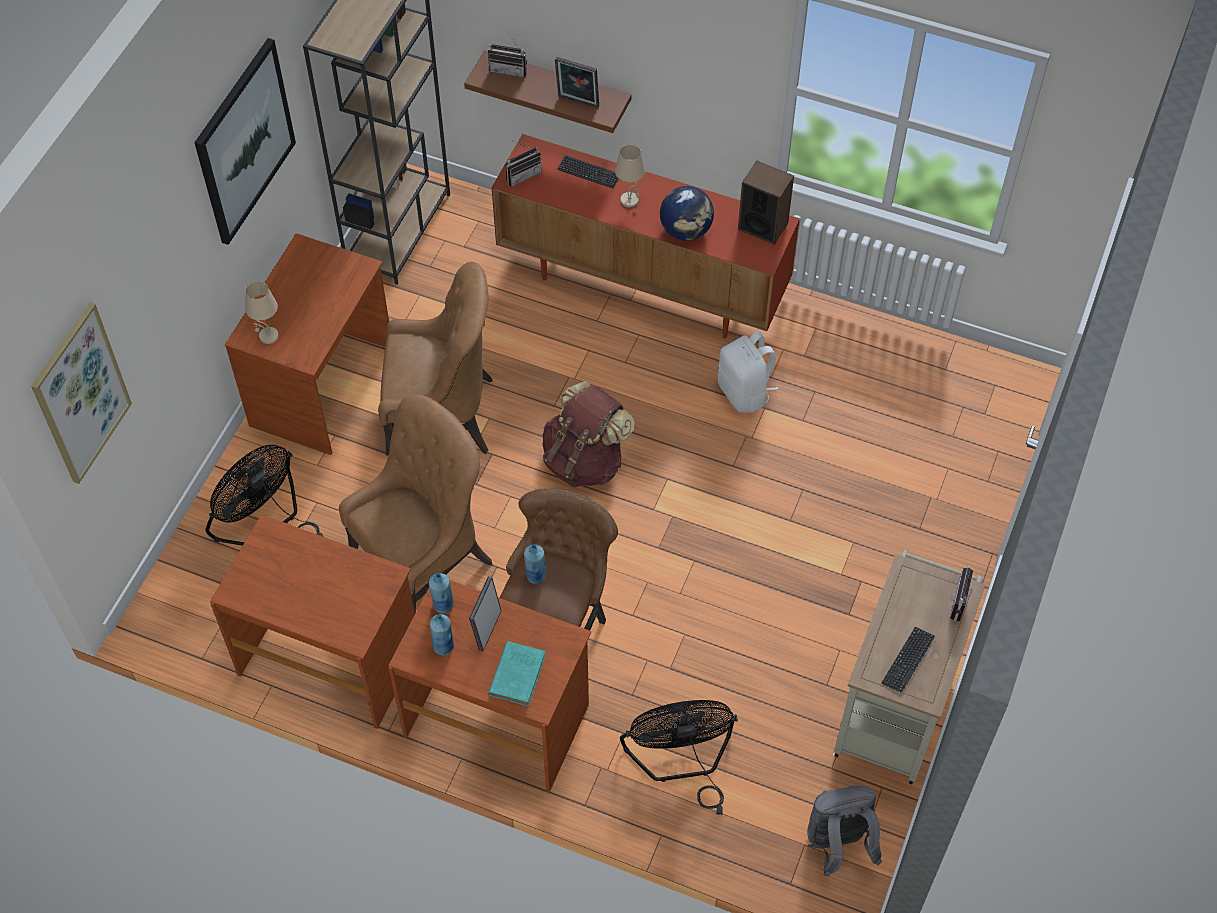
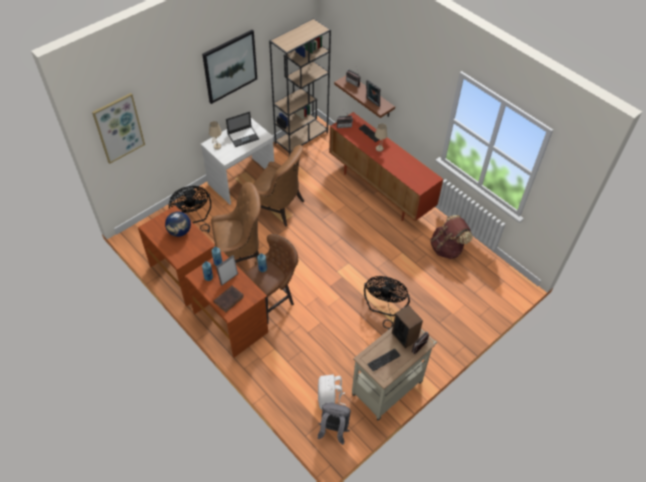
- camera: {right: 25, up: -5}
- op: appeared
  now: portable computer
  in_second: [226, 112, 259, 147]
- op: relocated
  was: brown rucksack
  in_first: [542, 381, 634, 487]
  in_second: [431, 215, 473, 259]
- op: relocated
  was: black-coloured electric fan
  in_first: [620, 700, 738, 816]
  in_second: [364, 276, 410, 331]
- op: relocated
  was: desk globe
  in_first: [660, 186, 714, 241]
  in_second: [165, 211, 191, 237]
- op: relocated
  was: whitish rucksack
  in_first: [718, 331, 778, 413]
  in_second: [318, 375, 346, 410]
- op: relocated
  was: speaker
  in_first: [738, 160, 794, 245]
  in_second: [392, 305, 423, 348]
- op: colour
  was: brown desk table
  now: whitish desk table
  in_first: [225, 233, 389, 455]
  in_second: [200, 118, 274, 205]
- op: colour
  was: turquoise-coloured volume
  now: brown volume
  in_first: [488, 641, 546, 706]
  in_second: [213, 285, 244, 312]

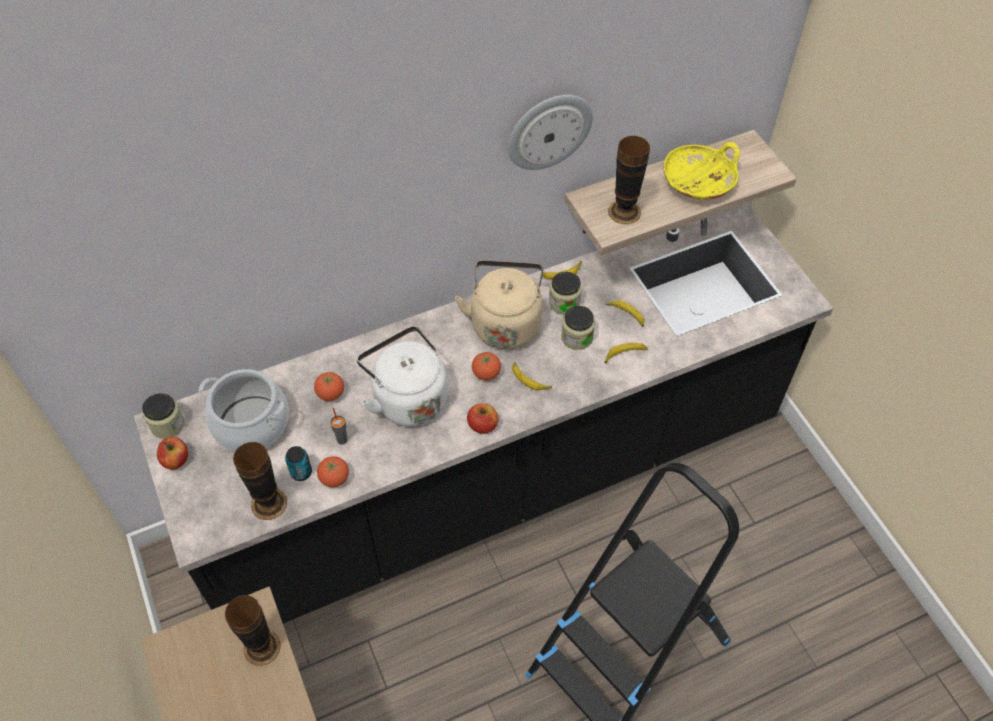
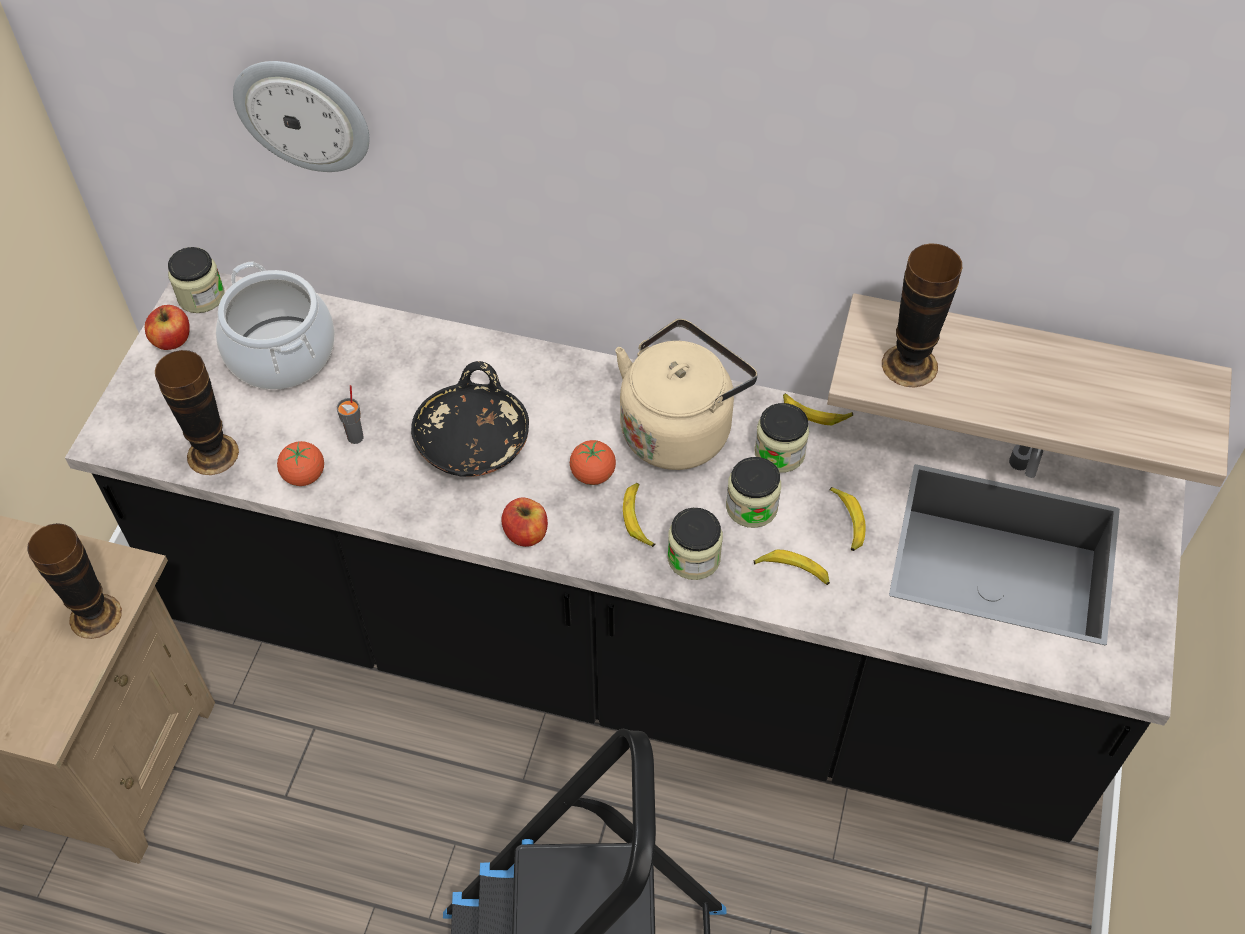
- camera: {right: 40, up: 0}
- op: missing
  was: sealed can
  in_first: [285, 446, 312, 481]
- op: missing
  was: whole tomato
  in_first: [314, 372, 344, 401]
- op: missing
  was: yellow-coloured deep dish
  in_first: [664, 142, 740, 200]
- op: appeared
  now: preserve jar
  in_second: [667, 508, 723, 580]
- op: relocated
  was: hanging clock
  in_first: [508, 95, 593, 170]
  in_second: [233, 61, 369, 172]
- op: exchanged
  was: whitish tea kettle
  now: black-coloured deep dish
  in_first: [357, 326, 448, 426]
  in_second: [411, 361, 529, 477]

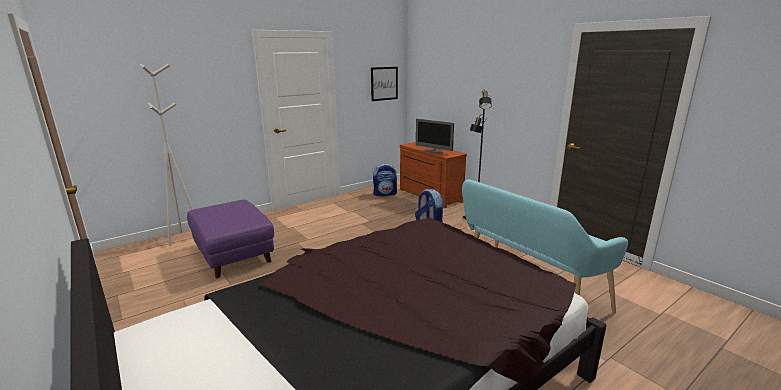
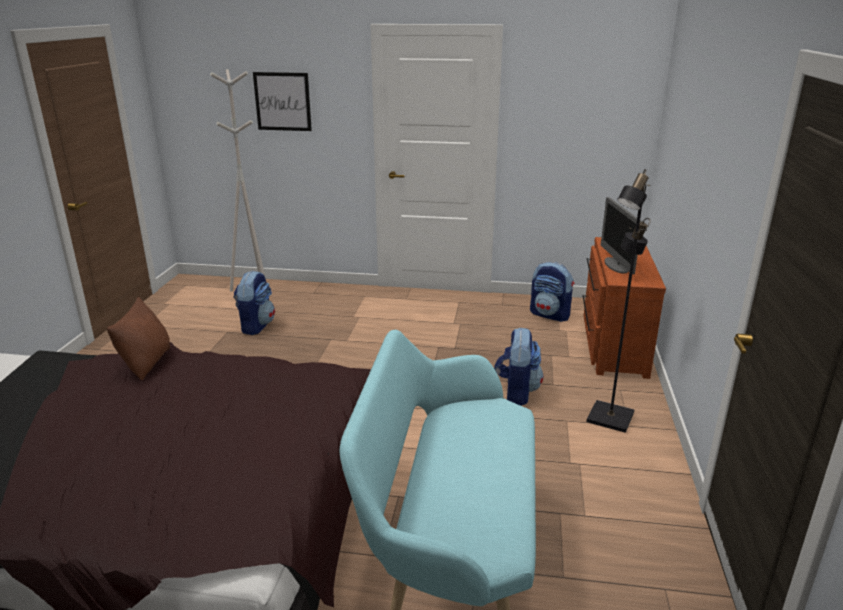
- camera: {right: 45, up: 5}
- op: appeared
  now: brown cushion
  in_second: [107, 297, 170, 380]
- op: relocated
  was: wall picture
  in_first: [371, 67, 398, 101]
  in_second: [253, 72, 312, 131]
- op: exchanged
  was: purplish pouffe
  now: rucksack
  in_first: [187, 199, 274, 278]
  in_second: [234, 271, 275, 335]

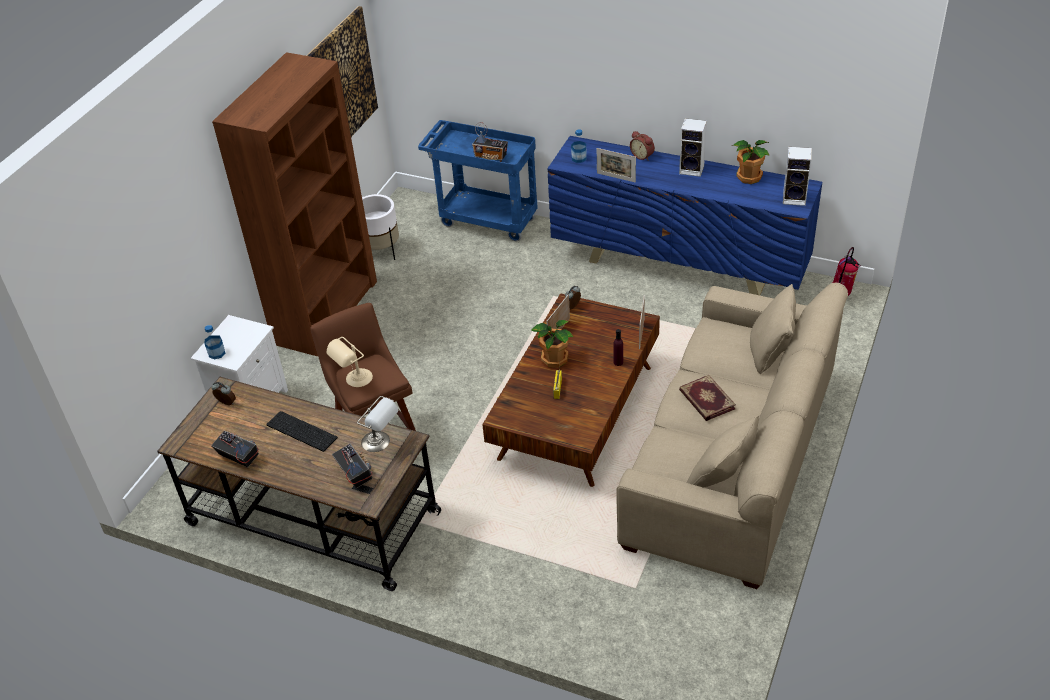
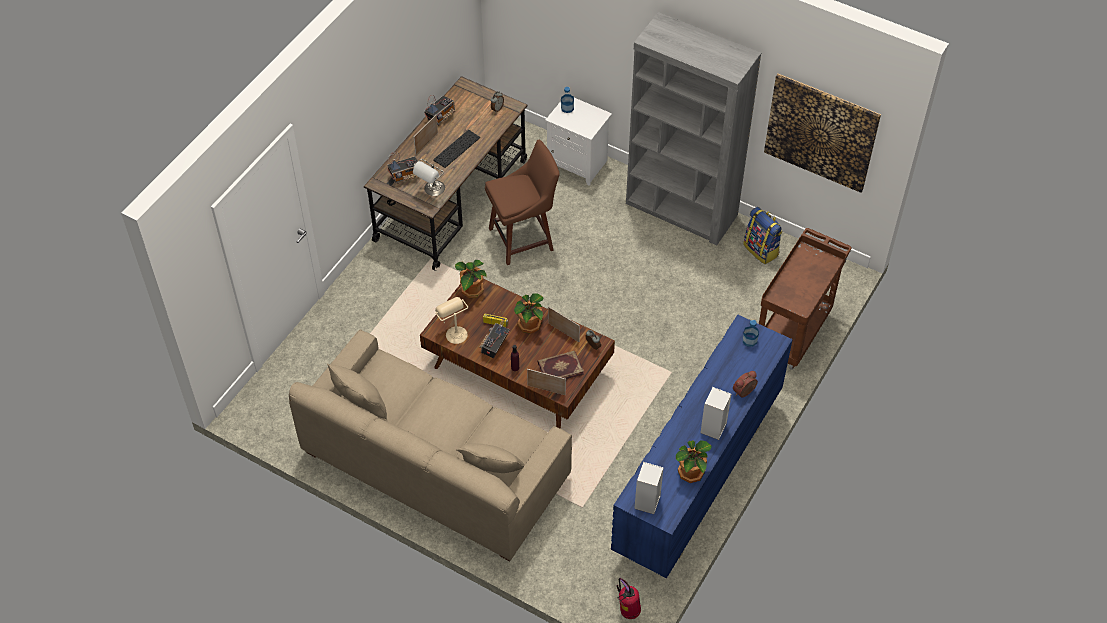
- camera: {right: 95, up: 10}
- op: appeared
  now: potted plant
  in_second: [455, 260, 486, 298]
- op: relocated
  was: beige table lamp
  in_first: [327, 337, 373, 387]
  in_second: [435, 297, 468, 344]
- op: relocated
  was: radio
  in_first: [472, 122, 508, 162]
  in_second: [480, 318, 510, 358]
- op: relocated
  was: photo frame
  in_first: [597, 148, 636, 182]
  in_second: [414, 115, 438, 155]
- op: relocated
  was: volume
  in_first: [679, 375, 736, 421]
  in_second: [538, 351, 584, 379]
- op: exchanged
  was: whitish planter
  now: rucksack
  in_first: [362, 194, 399, 260]
  in_second: [743, 207, 782, 264]
- op: colour
  was: brown bookcase
  now: greyish bookcase
  in_first: [212, 52, 377, 356]
  in_second: [626, 12, 761, 245]
- op: colour
  was: bluish cart
  now: brown cart
  in_first: [418, 120, 538, 241]
  in_second: [759, 228, 851, 370]

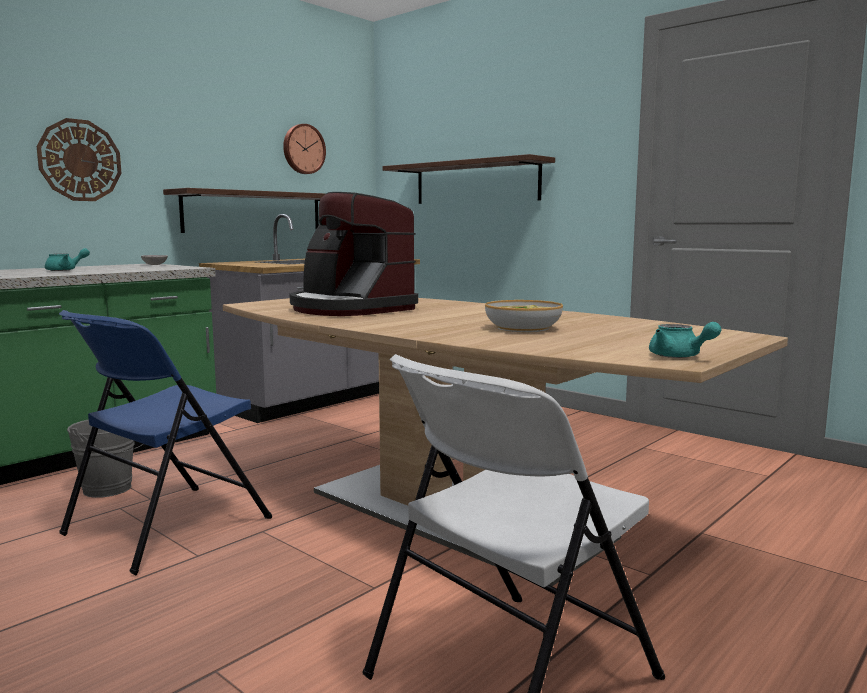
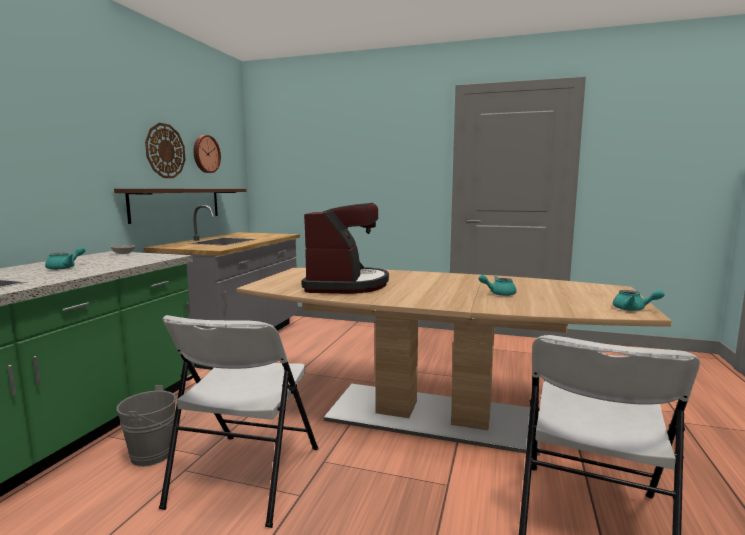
- camera: {right: -25, up: 0}
- op: missing
  was: wall shelf
  in_first: [383, 154, 555, 204]
- op: relocated
  was: hanging clock
  in_first: [37, 118, 122, 201]
  in_second: [145, 123, 185, 178]
- op: exchanged
  was: deep dish
  now: turquoise-coloured pot for tea
  in_first: [485, 300, 563, 332]
  in_second: [478, 275, 516, 296]
- op: colour
  was: bluish upright chair
  now: whitish upright chair
  in_first: [59, 310, 272, 575]
  in_second: [159, 315, 319, 528]
- op: spun
  was: coffee machine
  in_first: [289, 192, 418, 316]
  in_second: [301, 203, 389, 294]
  clockwise: -105

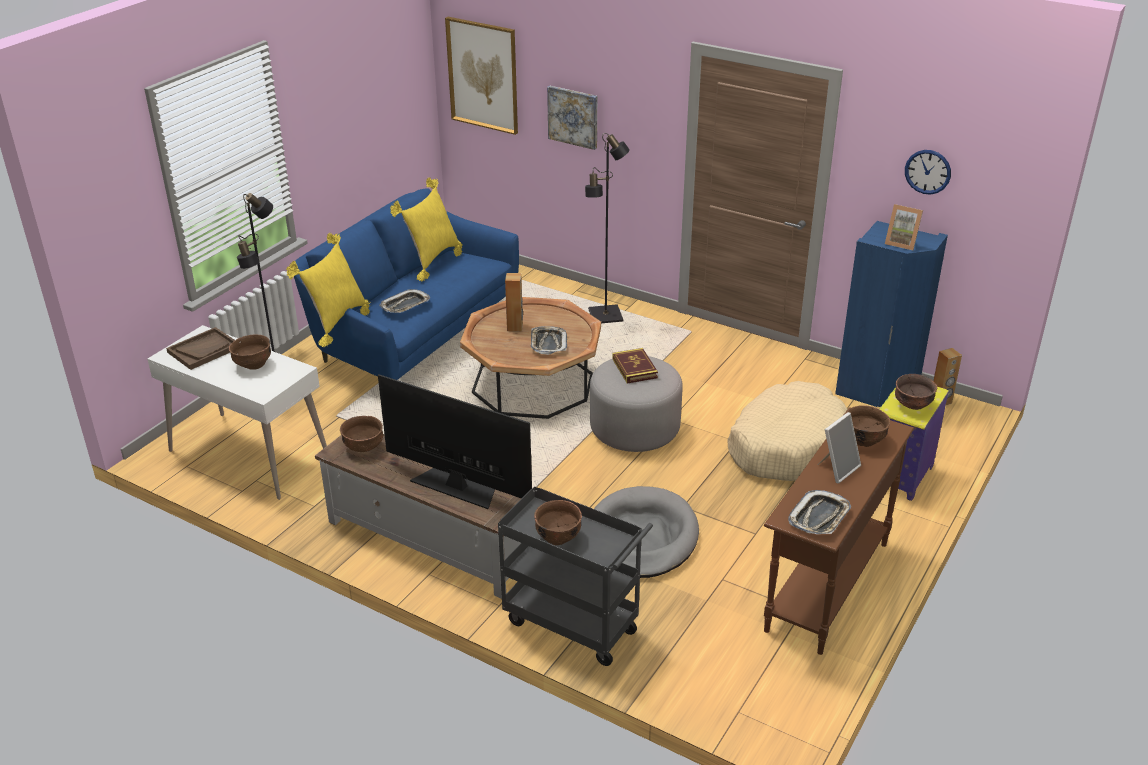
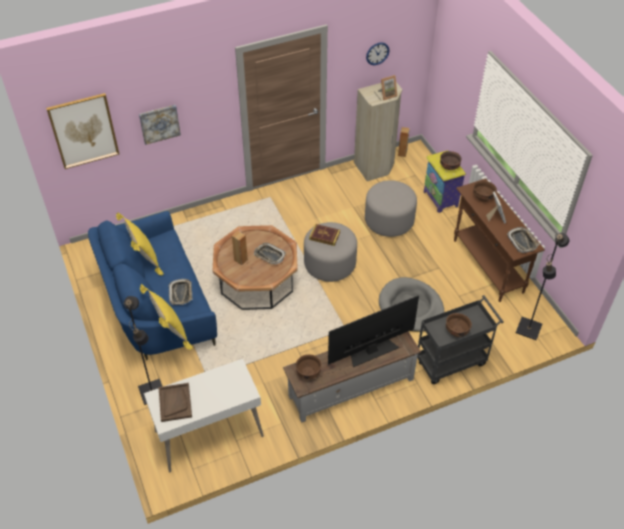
- camera: {right: -55, up: 15}
- op: missing
  was: brown deep dish
  in_first: [229, 335, 271, 370]
- op: relocated
  was: black-coloured standing lamp
  in_first: [585, 133, 630, 323]
  in_second: [516, 233, 569, 340]
- op: exchanged
  was: beige dog cushion
  now: greyish pouffe
  in_first: [727, 381, 847, 481]
  in_second: [365, 180, 417, 237]
- op: colour
  was: bluish cupboard
  now: beige cupboard
  in_first: [835, 221, 948, 407]
  in_second: [354, 82, 403, 181]

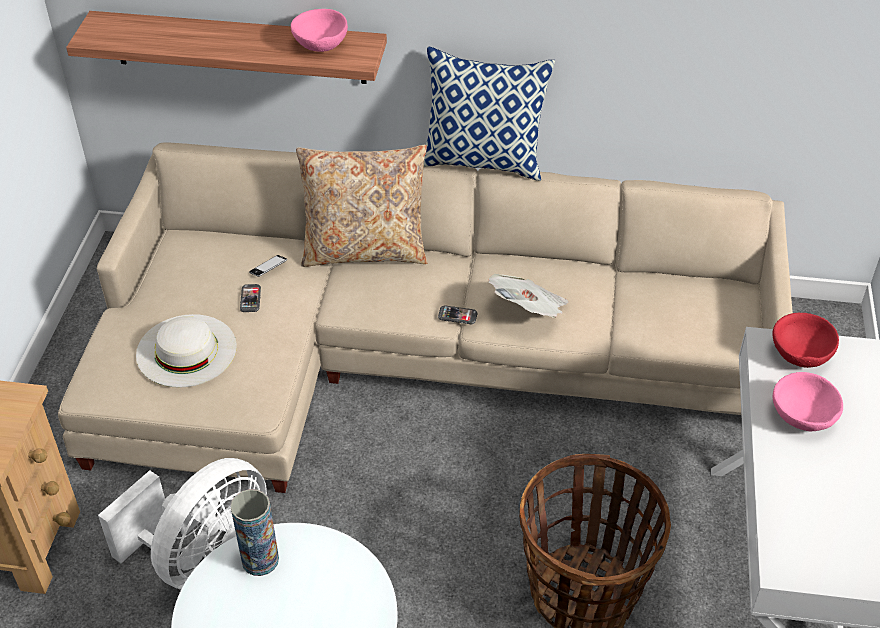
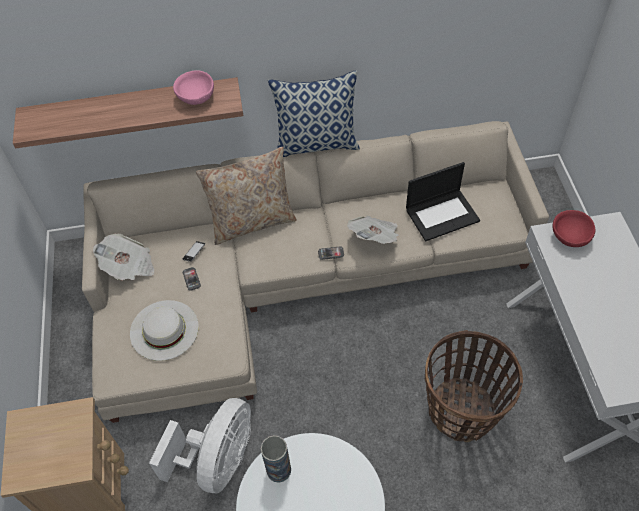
- camera: {right: -15, up: 10}
- op: missing
  was: pink deep dish
  in_first: [773, 372, 843, 431]
- op: appeared
  now: printed paper
  in_second: [93, 234, 155, 281]
- op: appeared
  now: portable computer
  in_second: [406, 162, 480, 242]

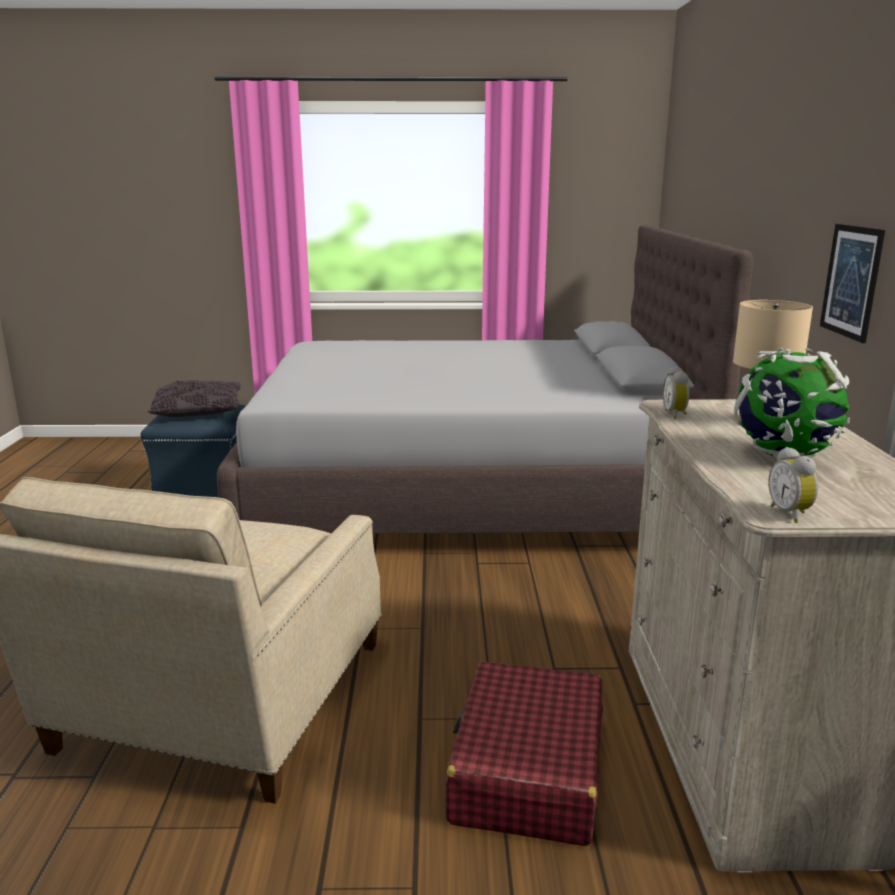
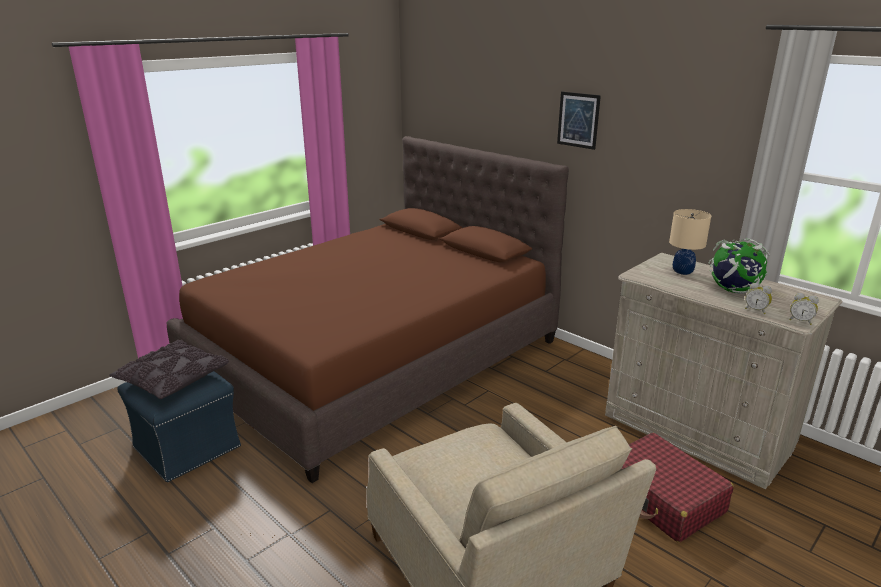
- camera: {right: -45, up: 5}
- op: relocated
  was: bedside clock
  in_first: [663, 366, 689, 419]
  in_second: [745, 282, 772, 314]
- op: relocated
  was: wall picture
  in_first: [820, 224, 885, 343]
  in_second: [557, 92, 601, 150]
- op: colour
  was: greyish bedroom bed
  now: brown bedroom bed
  in_first: [217, 225, 753, 534]
  in_second: [166, 136, 569, 483]

